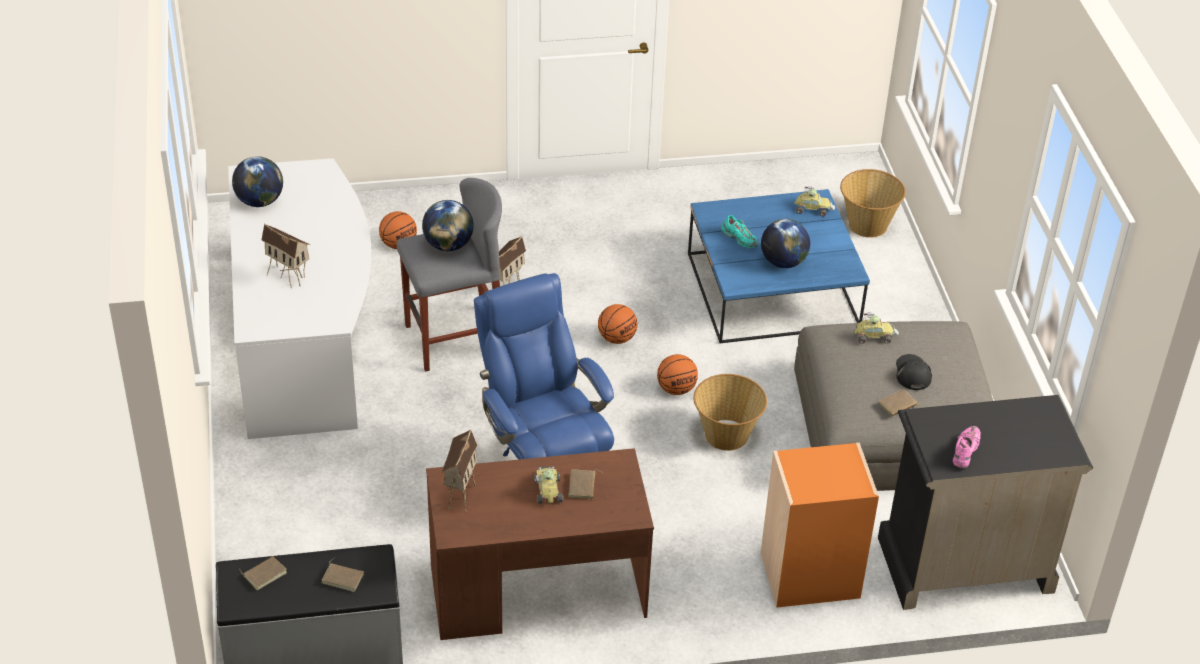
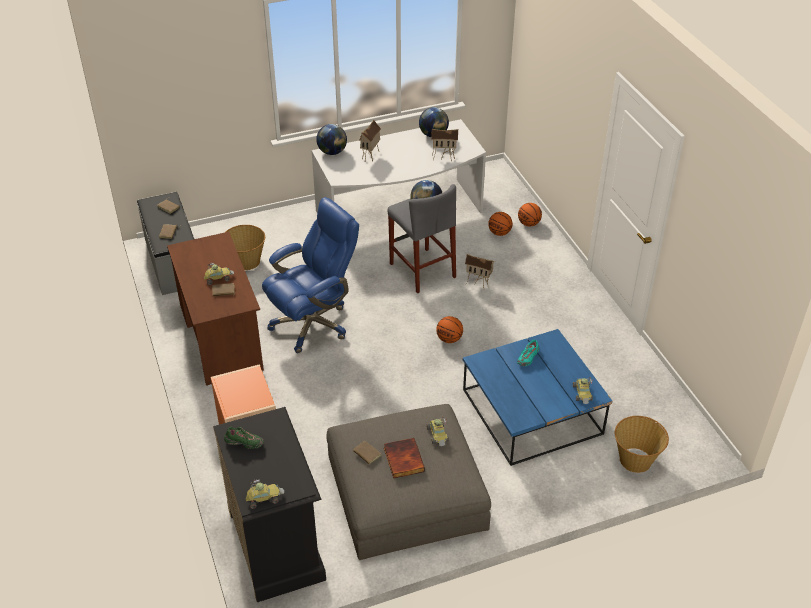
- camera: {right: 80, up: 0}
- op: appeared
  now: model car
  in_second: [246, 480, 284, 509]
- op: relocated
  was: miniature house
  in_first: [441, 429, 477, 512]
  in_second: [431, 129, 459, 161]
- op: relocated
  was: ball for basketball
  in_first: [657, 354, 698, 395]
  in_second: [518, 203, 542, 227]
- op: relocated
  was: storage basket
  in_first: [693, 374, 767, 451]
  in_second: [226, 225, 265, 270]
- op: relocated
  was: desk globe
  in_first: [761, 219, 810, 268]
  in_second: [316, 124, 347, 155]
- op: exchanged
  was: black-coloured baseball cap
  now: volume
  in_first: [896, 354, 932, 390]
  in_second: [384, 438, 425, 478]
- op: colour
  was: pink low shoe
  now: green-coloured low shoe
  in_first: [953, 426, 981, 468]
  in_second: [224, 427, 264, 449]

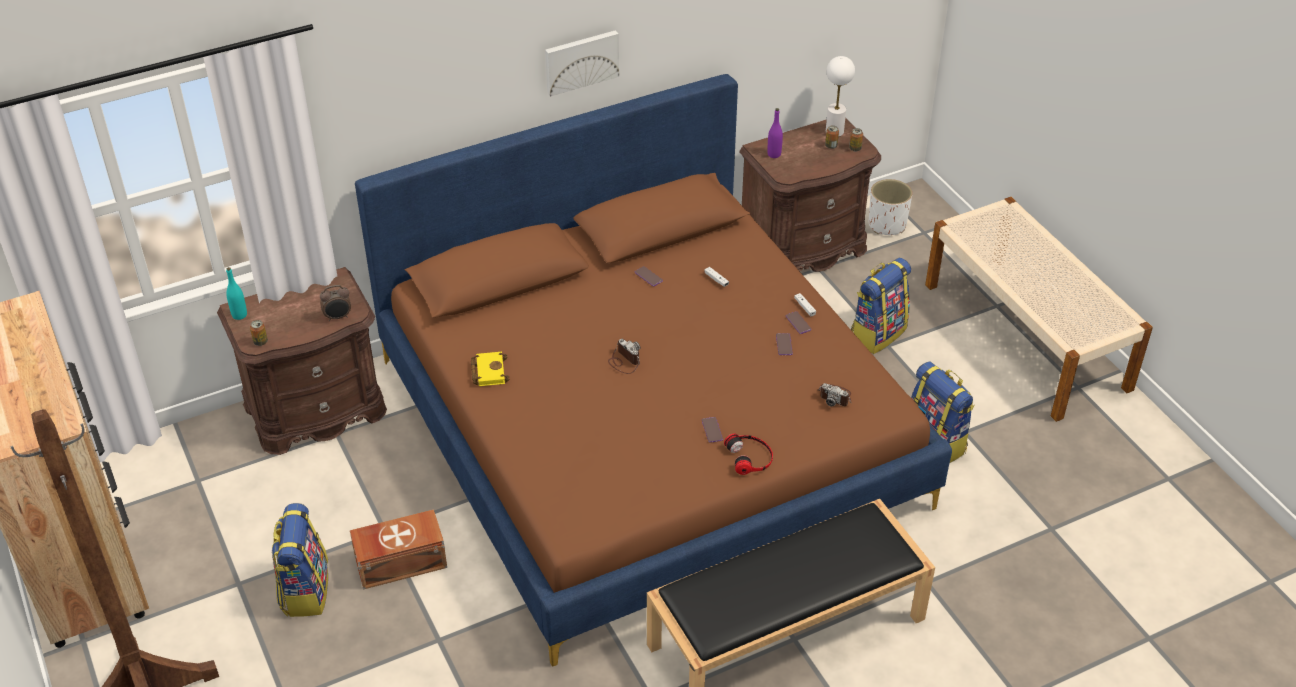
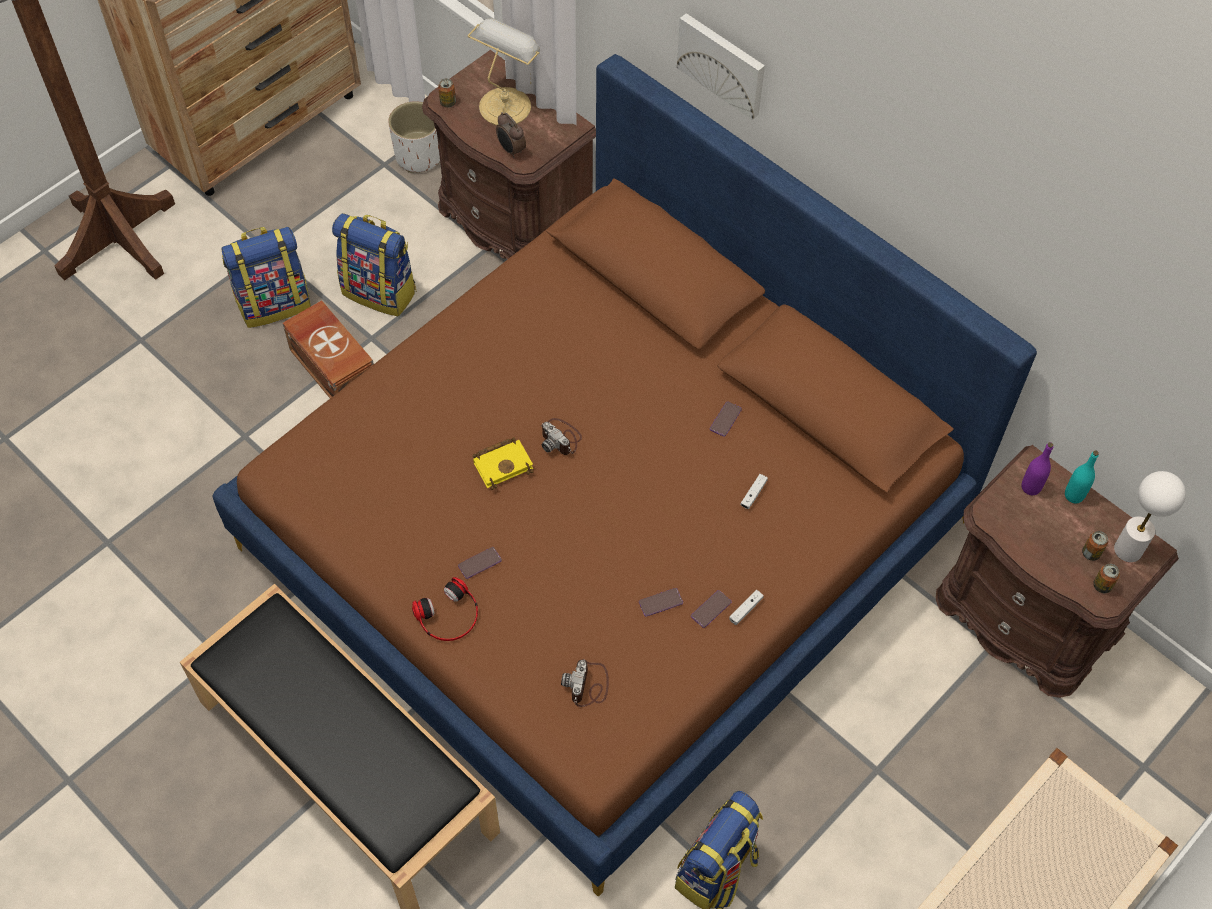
- camera: {right: 70, up: 15}
- op: appeared
  now: table lamp
  in_second: [468, 19, 540, 125]
- op: relocated
  was: turquoise-coloured bottle
  in_first: [226, 267, 247, 320]
  in_second: [1065, 450, 1099, 503]
- op: relocated
  was: yellow-coloured volume
  in_first: [471, 352, 510, 386]
  in_second: [473, 437, 533, 490]
- op: relocated
  was: wall picture
  in_first: [545, 30, 619, 97]
  in_second: [677, 13, 765, 120]
- op: relocated
  was: rucksack
  in_first: [851, 258, 911, 354]
  in_second: [332, 213, 416, 316]
- op: relocated
  was: whitish planter
  in_first: [869, 179, 912, 235]
  in_second: [388, 101, 440, 173]
- op: spun
  was: still camera
  in_first: [608, 339, 640, 374]
  in_second: [541, 418, 582, 455]
  clockwise: 105

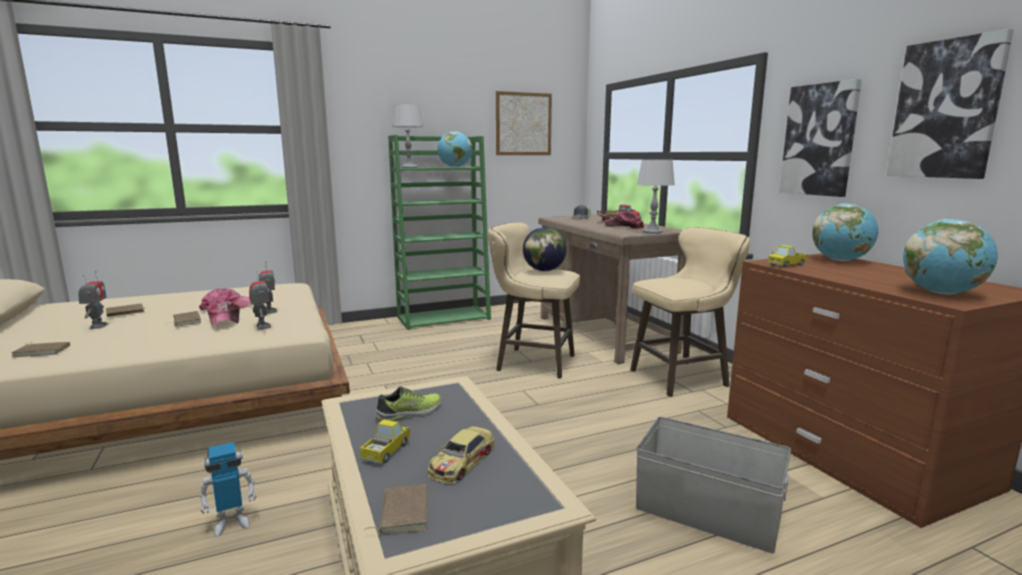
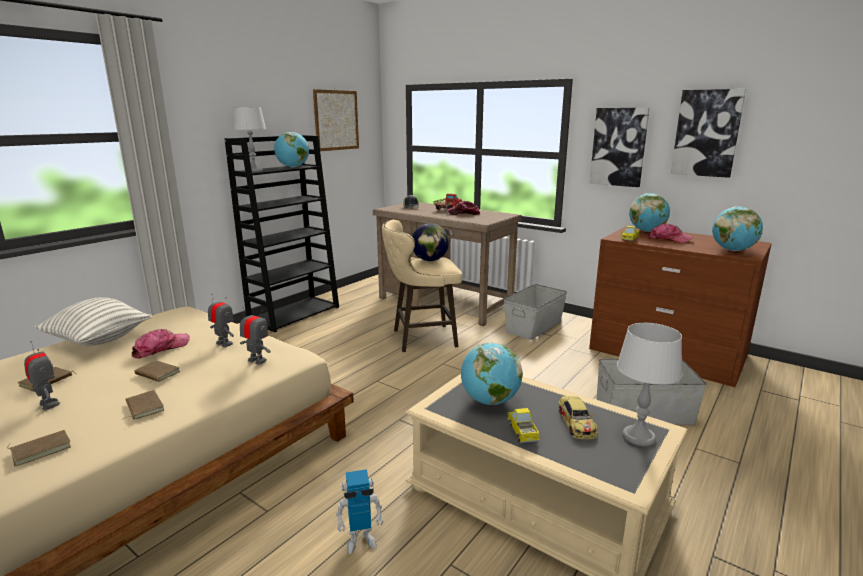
- camera: {right: -30, up: 5}
- op: appeared
  now: cushion
  in_second: [34, 297, 152, 346]
- op: relocated
  was: baseball cap
  in_first: [207, 298, 240, 327]
  in_second: [648, 223, 693, 243]
- op: relocated
  was: brown volume
  in_first: [364, 484, 428, 534]
  in_second: [123, 390, 164, 420]
- op: relocated
  was: greyish table lamp
  in_first: [637, 159, 675, 234]
  in_second: [617, 323, 682, 447]
- op: exchanged
  was: low shoe
  now: desk globe
  in_first: [375, 386, 441, 422]
  in_second: [461, 343, 523, 405]
- op: exchanged
  was: beige stool seat
  now: greyish storage bin
  in_first: [630, 227, 750, 397]
  in_second: [504, 284, 567, 340]
- op: colour
  was: green-coloured bookcase
  now: black-coloured bookcase
  in_first: [388, 135, 491, 330]
  in_second: [224, 135, 339, 332]
- op: spun
  was: robot figure
  in_first: [199, 442, 257, 537]
  in_second: [336, 469, 383, 554]
  clockwise: 45

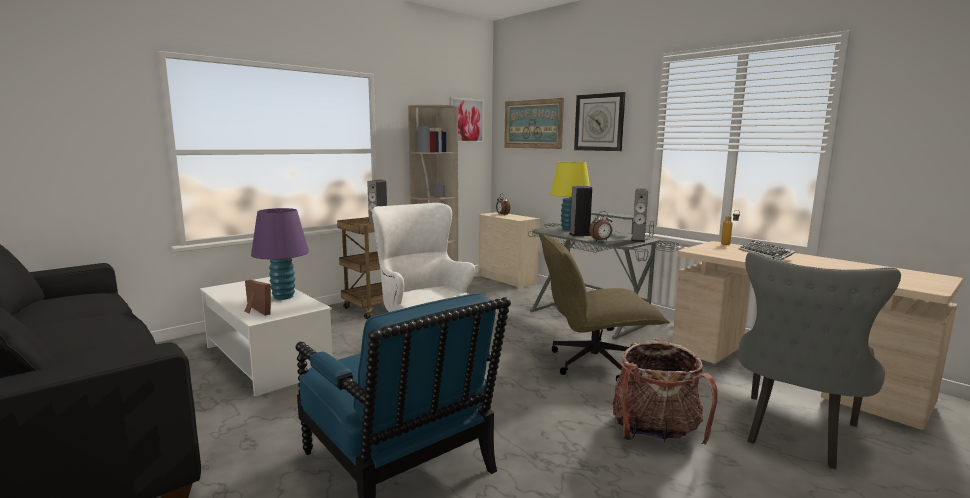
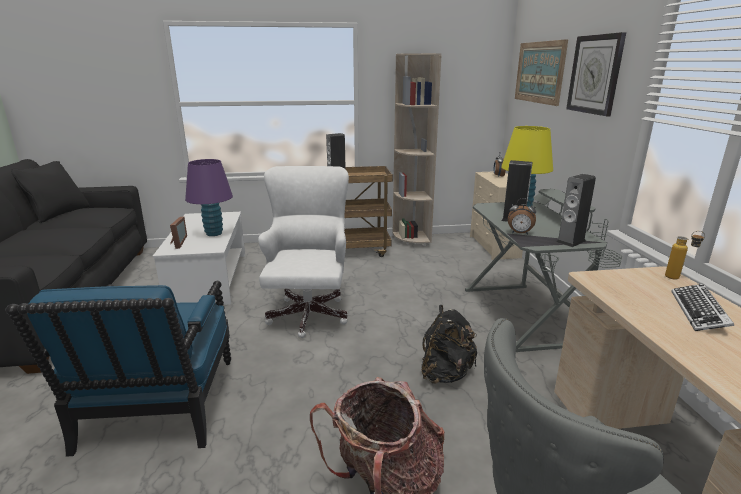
- camera: {right: 35, up: 10}
- op: missing
  was: wall picture
  in_first: [450, 97, 484, 143]
- op: exchanged
  was: beige office chair
  now: black-coloured rucksack
  in_first: [541, 233, 670, 381]
  in_second: [421, 305, 477, 384]

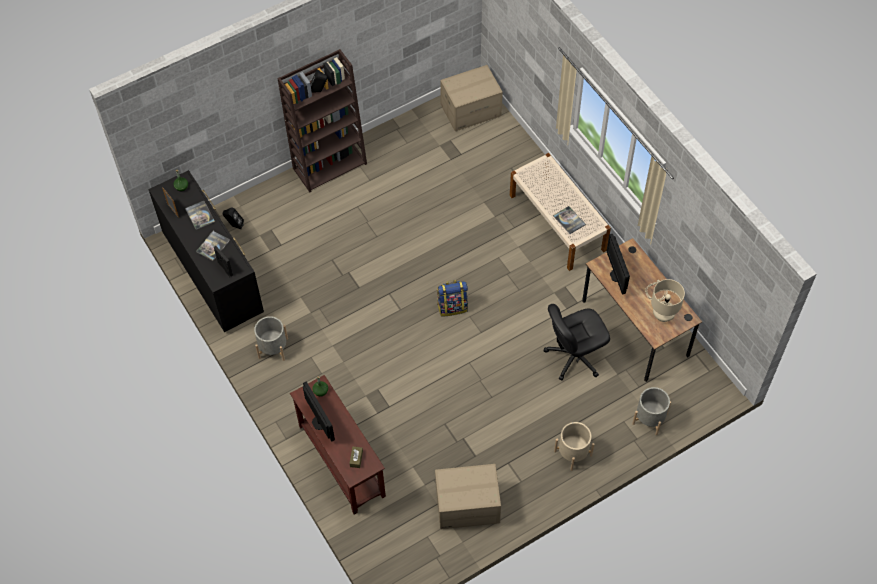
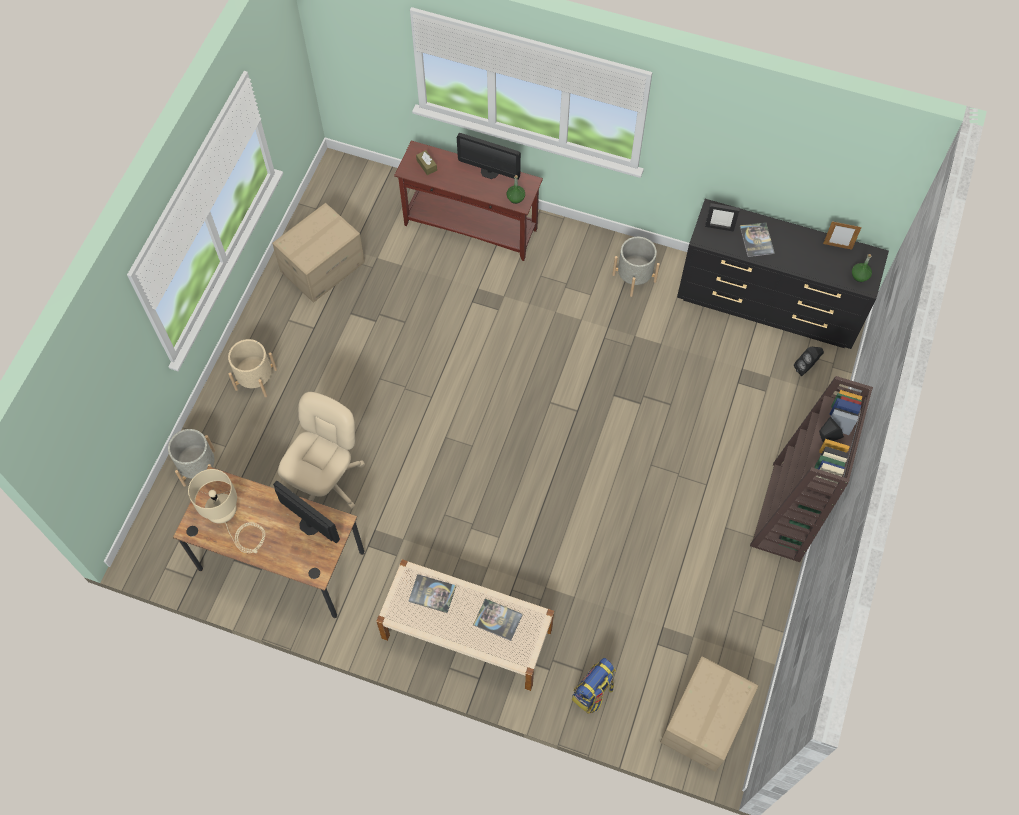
- camera: {right: 140, up: 5}
- op: relocated
  was: volume
  in_first: [185, 201, 215, 230]
  in_second: [473, 598, 523, 641]
- op: relocated
  was: rucksack
  in_first: [437, 280, 468, 316]
  in_second: [572, 658, 616, 714]
- op: colour
  was: black-coloured office chair
  now: beige office chair
  in_first: [544, 304, 610, 380]
  in_second: [278, 392, 365, 509]

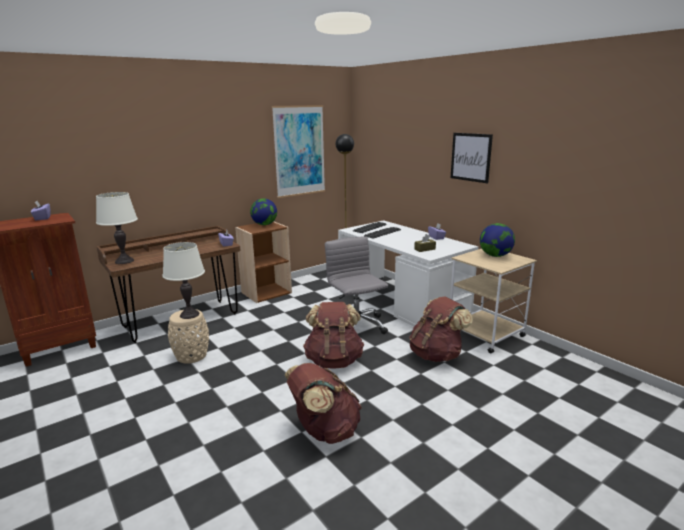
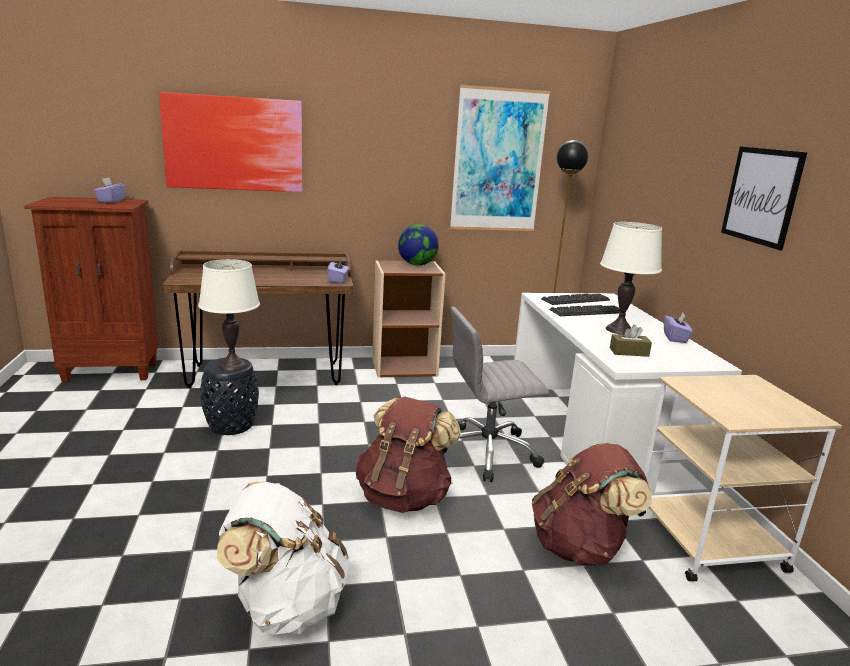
- camera: {right: 25, up: 0}
- op: missing
  was: desk globe
  in_first: [480, 223, 515, 257]
- op: appeared
  now: wall picture
  in_second: [159, 92, 302, 192]
- op: relocated
  was: whitish table lamp
  in_first: [96, 192, 138, 264]
  in_second: [600, 222, 662, 335]
- op: colour
  was: beige stool seat
  now: black-coloured stool seat
  in_first: [168, 309, 209, 364]
  in_second: [200, 358, 259, 435]
- op: colour
  was: brown rucksack
  now: whitish rucksack
  in_first: [285, 363, 362, 444]
  in_second: [217, 481, 349, 635]
- op: spun
  was: greyish office chair
  in_first: [325, 236, 388, 334]
  in_second: [443, 306, 549, 482]
  clockwise: -105

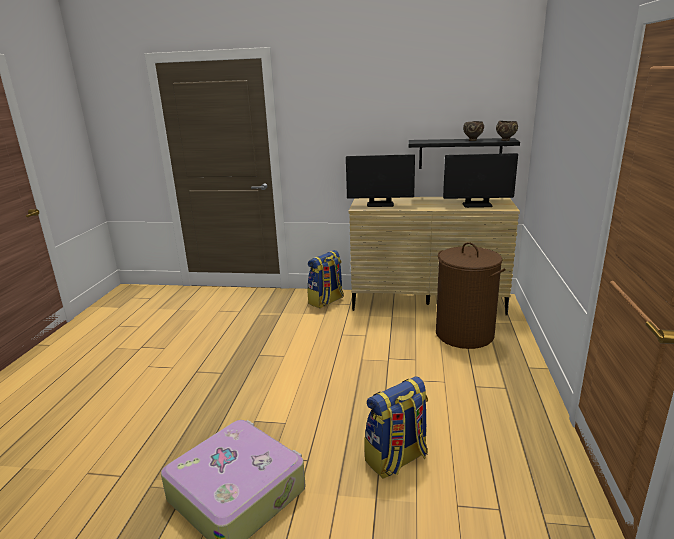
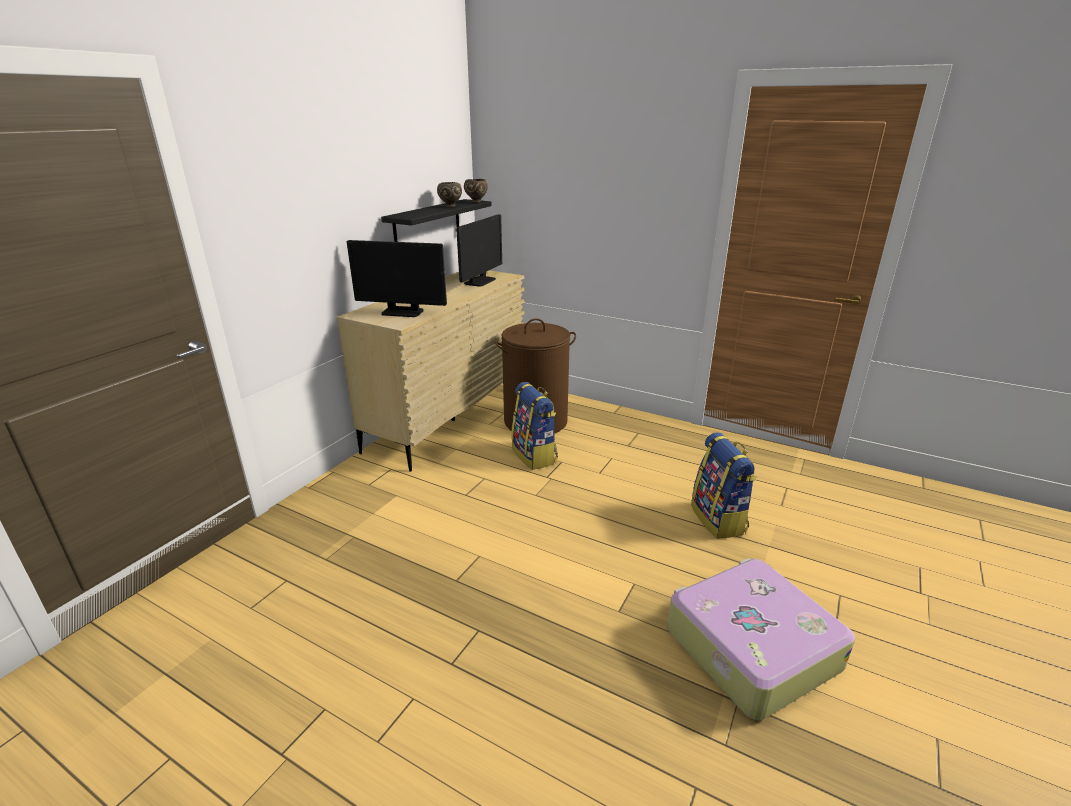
- camera: {right: -70, up: 5}
- op: relocated
  was: rucksack
  in_first: [308, 250, 344, 309]
  in_second: [511, 382, 558, 470]
- op: spun
  was: monitor
  in_first: [346, 154, 415, 207]
  in_second: [347, 240, 447, 317]
  clockwise: 75

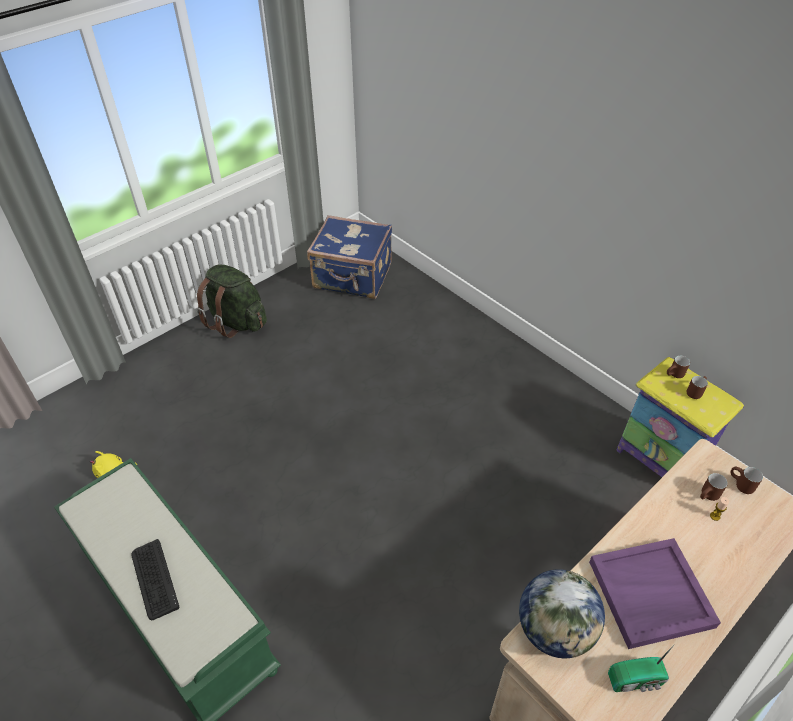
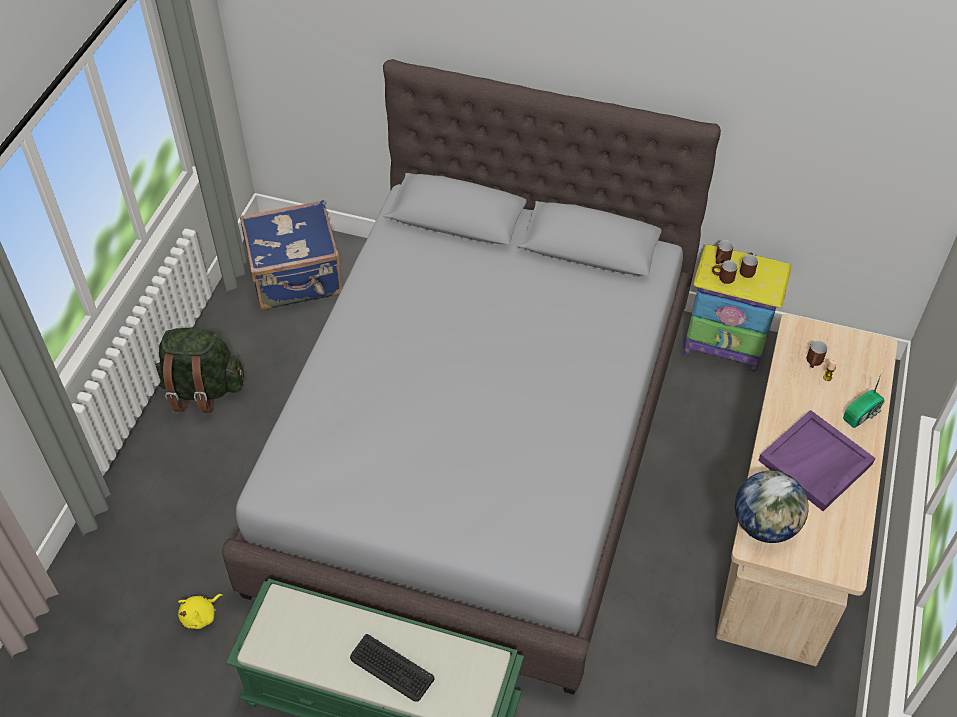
- camera: {right: -30, up: 5}
- op: appeared
  now: greyish bedroom bed
  in_second: [222, 59, 721, 695]
- op: relocated
  was: radio
  in_first: [608, 644, 675, 692]
  in_second: [843, 375, 885, 428]
- op: relocated
  was: brown coffee mug
  in_first: [731, 467, 763, 494]
  in_second: [712, 260, 738, 284]

